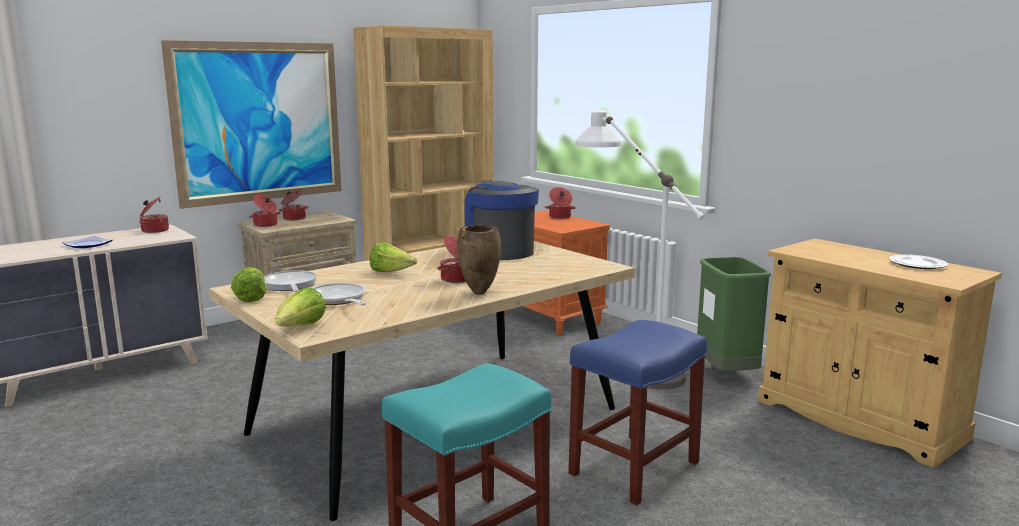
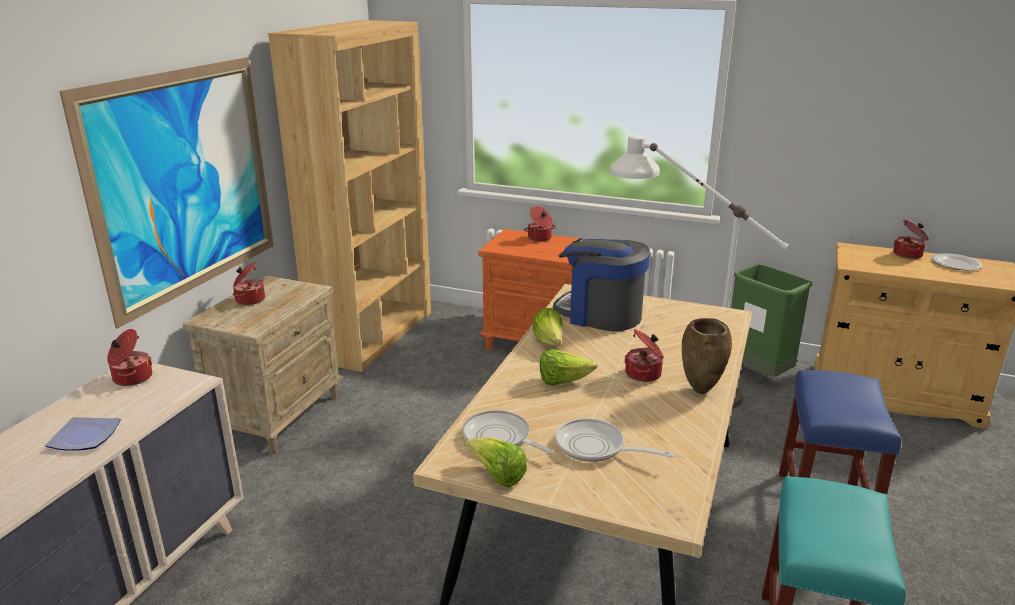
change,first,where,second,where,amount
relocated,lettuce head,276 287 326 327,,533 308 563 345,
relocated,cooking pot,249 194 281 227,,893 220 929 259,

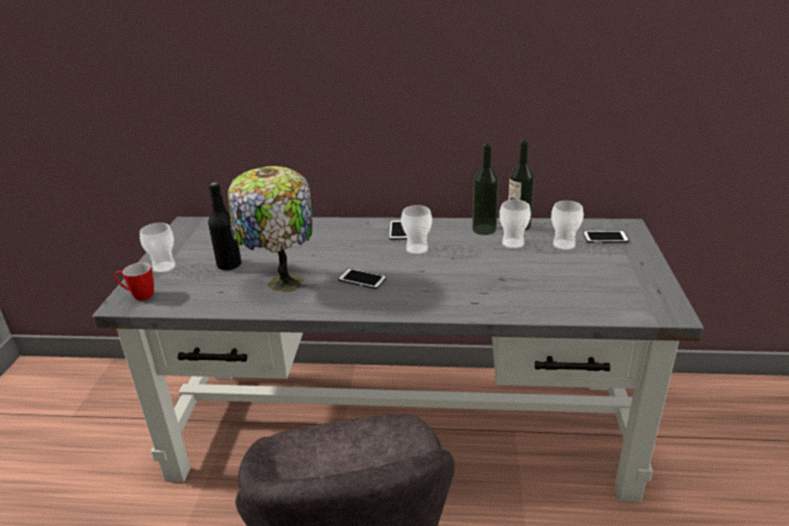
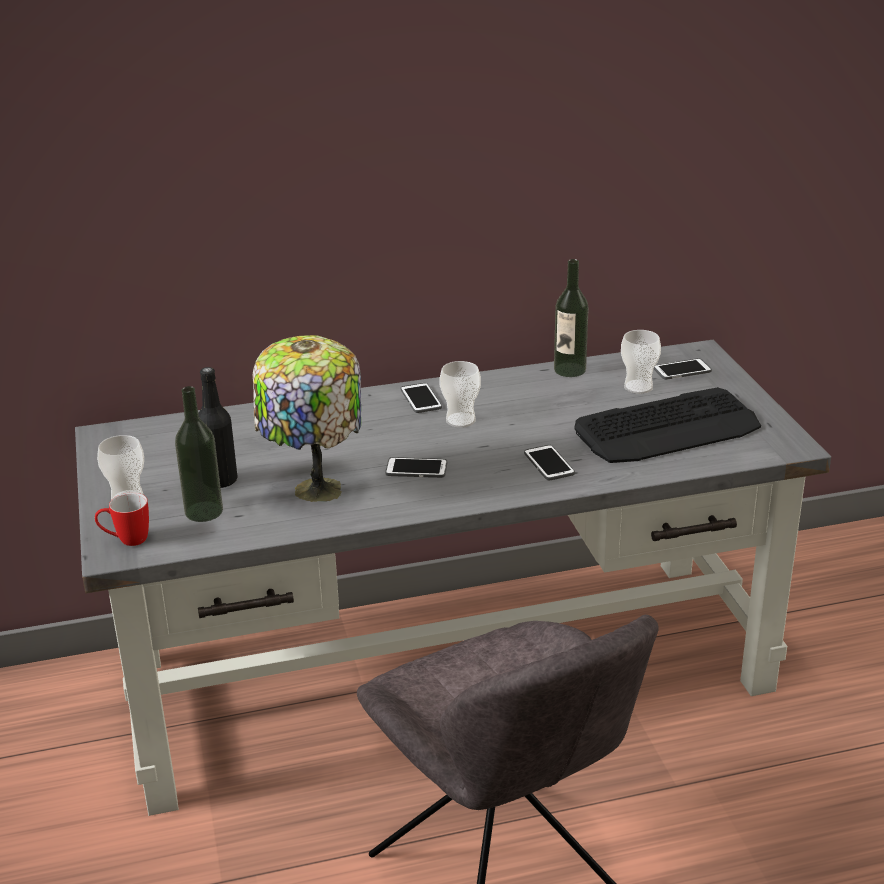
change,first,where,second,where,amount
relocated,beverage bottle,472 144 499 235,,175 386 223 522,
appeared,,,phone,524 445 575 480,
appeared,,,keyboard,574 387 761 463,
missing,cup,499 200 531 249,,,

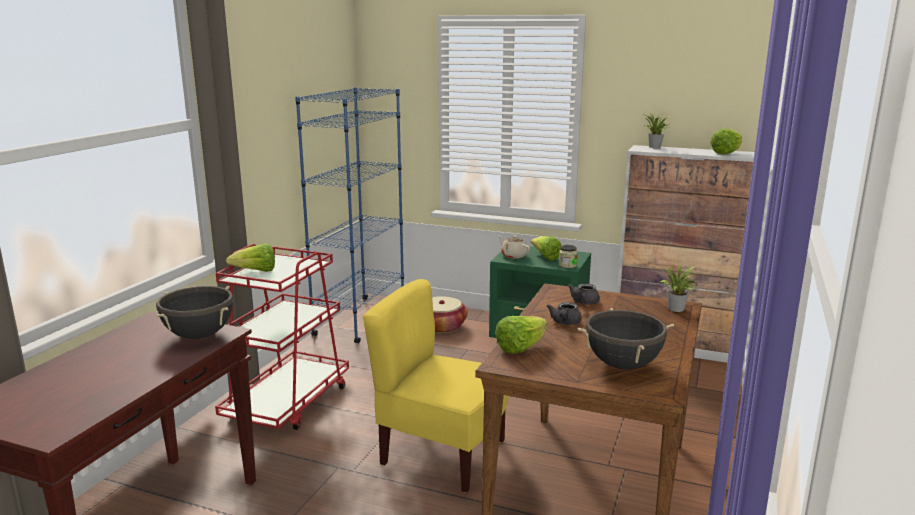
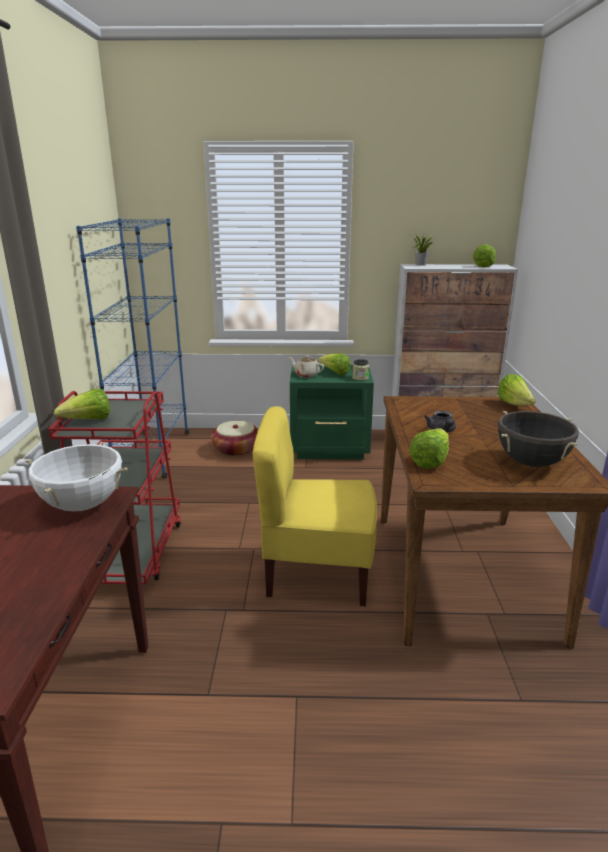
change,first,where,second,where,amount
colour,black cooking pot,156 286 233 339,whitish cooking pot,26 442 128 511,
exchanged,plant in a pot,656 263 697 312,lettuce head,497 374 536 405,
missing,greyish teapot,567 284 600 305,,,

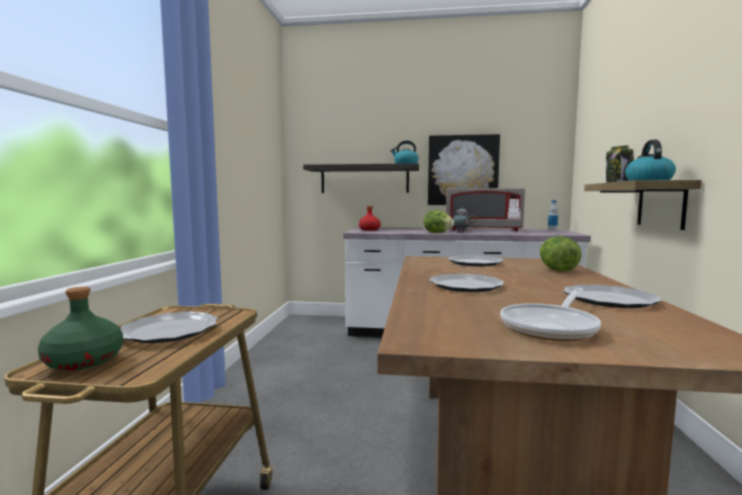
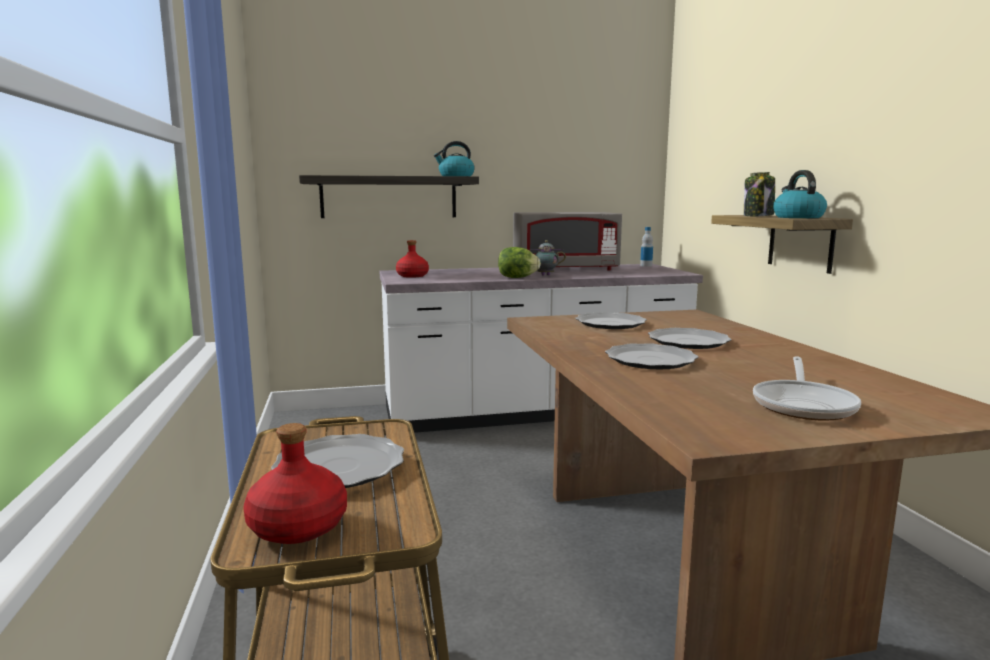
change,first,where,second,where,amount
colour,greenish beverage bottle,38 287 123 371,red beverage bottle,243 423 347 544,
relocated,plate,564 284 662 308,,648 328 732 349,
missing,wall art,428 134 500 205,,,
missing,lettuce head,540 236 582 271,,,

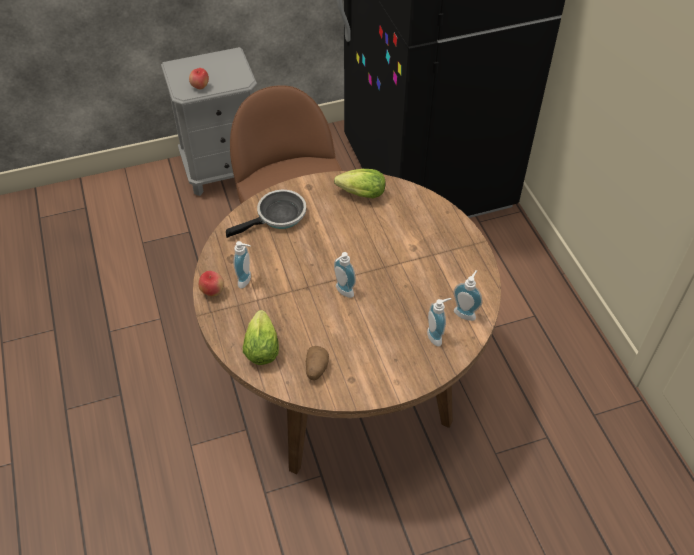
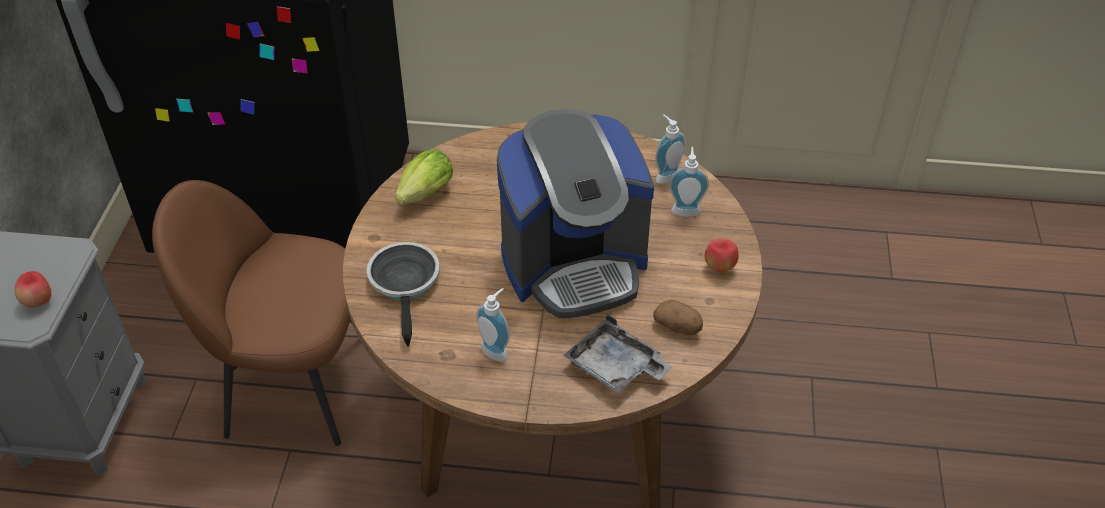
change,first,where,second,where,amount
exchanged,liquid soap bottle,334 252 356 298,coffee maker,497 109 654 318,
exchanged,lettuce head,243 310 279 365,greyish carrying tray,563 314 673 393,
relocated,whole apple,199 271 224 296,,705 238 739 273,

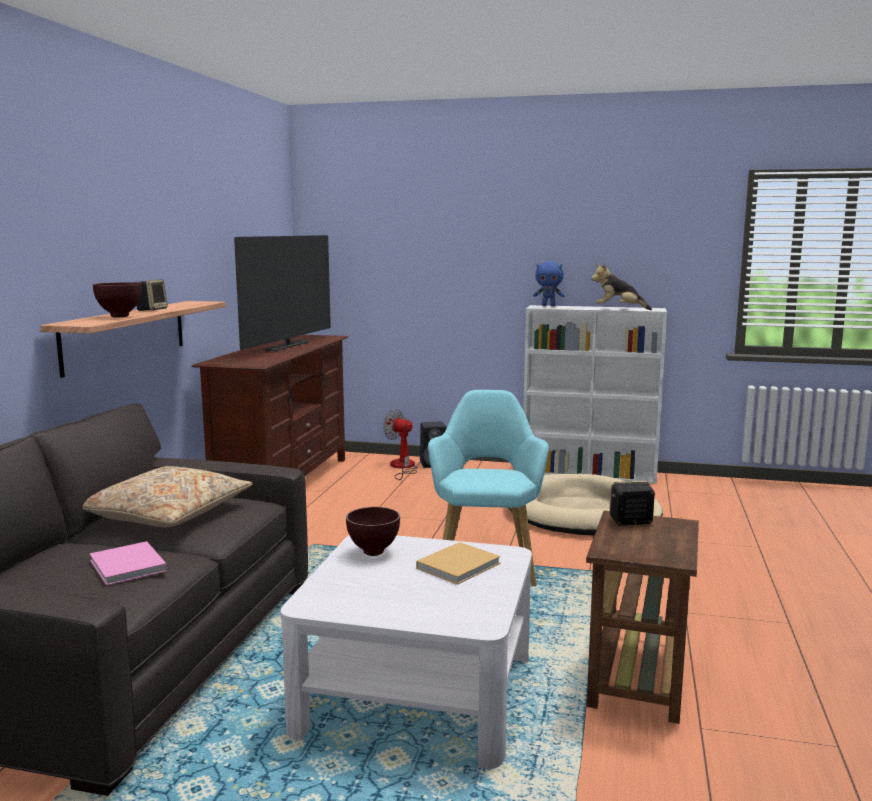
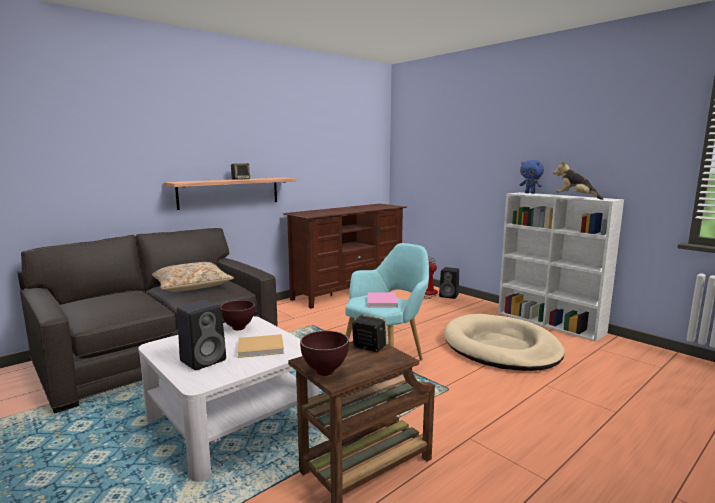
change,first,where,second,where,amount
appeared,,,black speaker,177 300 226 370,
relocated,brownish bowl,93 282 141 317,,300 331 349 376,
relocated,pink-coloured book,90 541 167 586,,368 292 398 308,
missing,TV set,234 235 331 351,,,

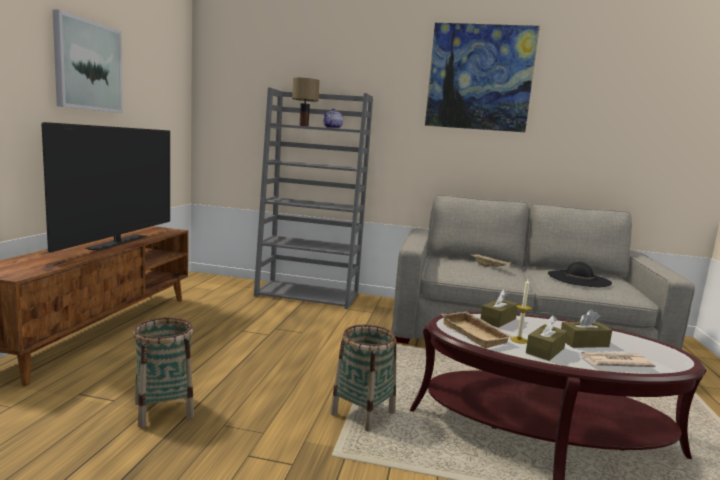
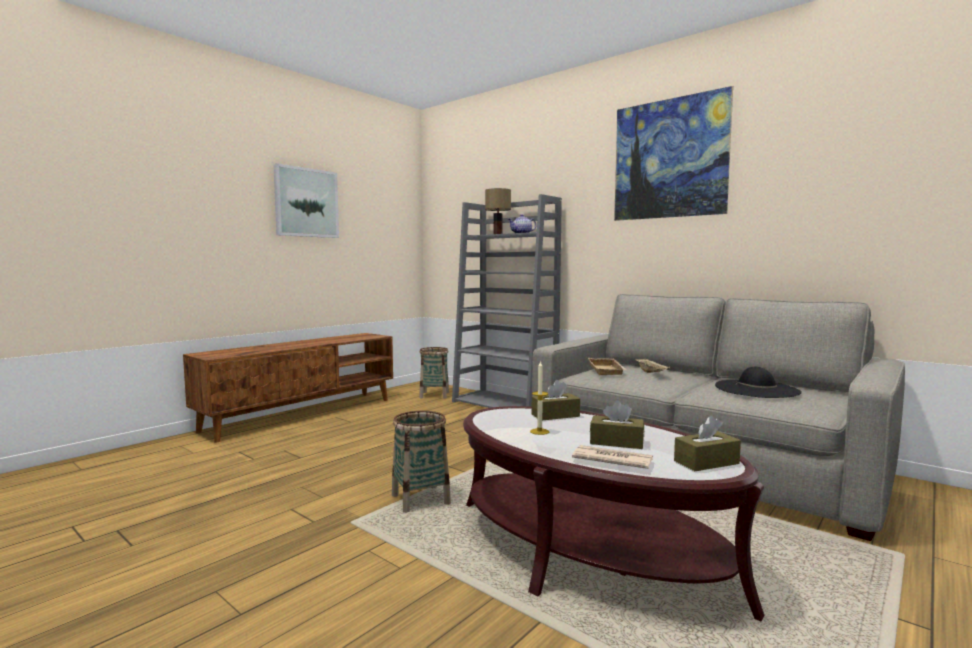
change,first,where,second,where,amount
relocated,household basket,133 317 194 428,,419 347 449 399,
relocated,beige-coloured carrying tray,441 311 515 348,,588 358 627 375,
relocated,brownish tissue box,526 315 567 361,,674 416 741 471,
missing,TV set,41 122 170 253,,,

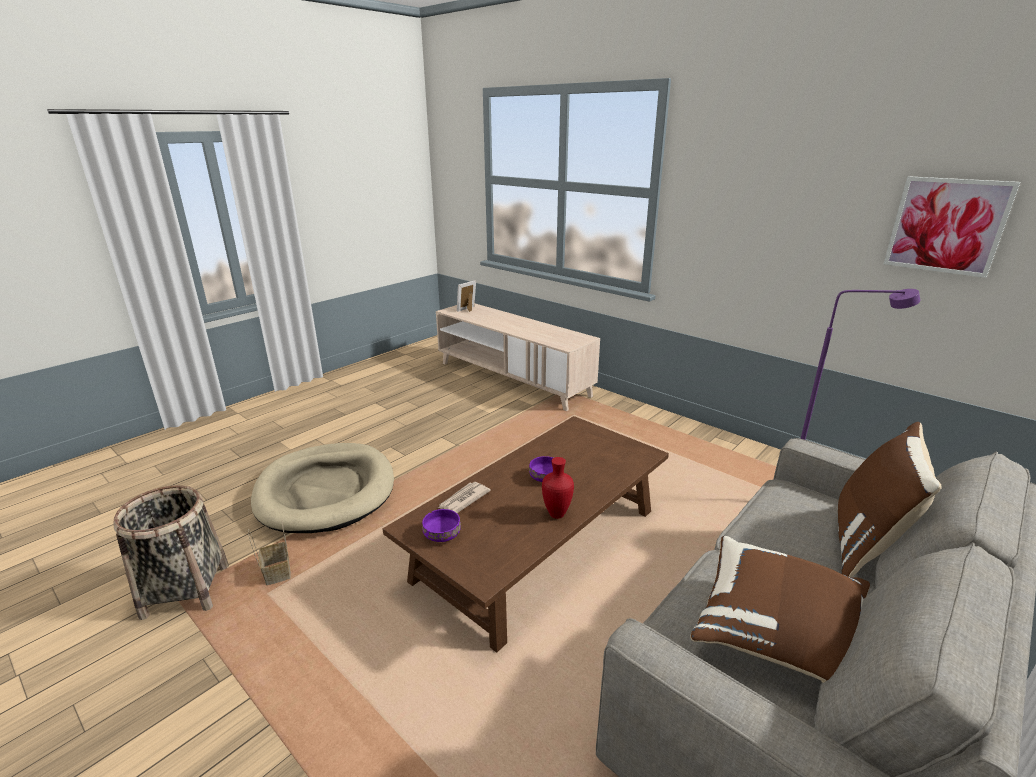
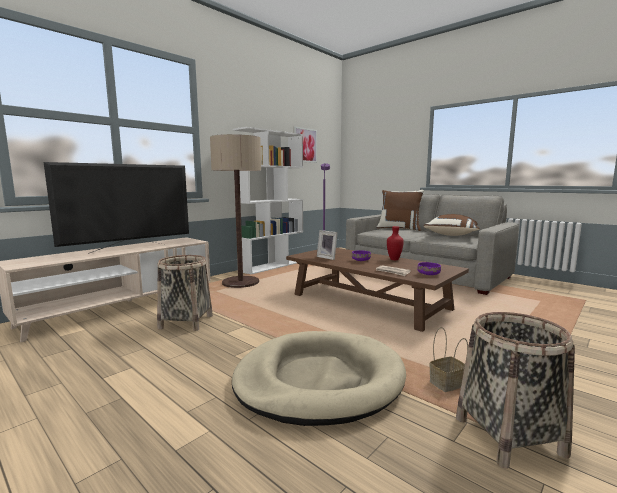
change,first,where,second,where,amount
appeared,,,TV set,44 162 189 254,
appeared,,,household basket,157 255 213 331,
appeared,,,standing lamp,210 134 261 288,
appeared,,,whitish bookcase,233 127 303 274,
relocated,picture frame,457 280 476 312,,317 230 338 260,

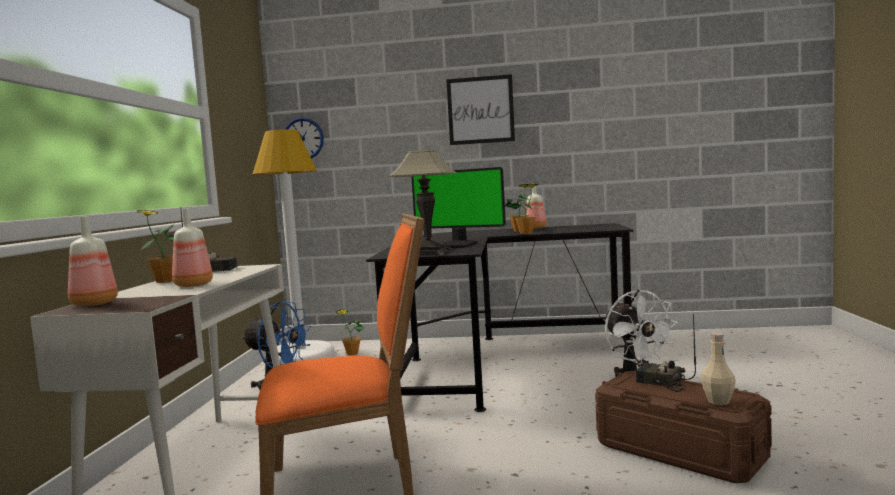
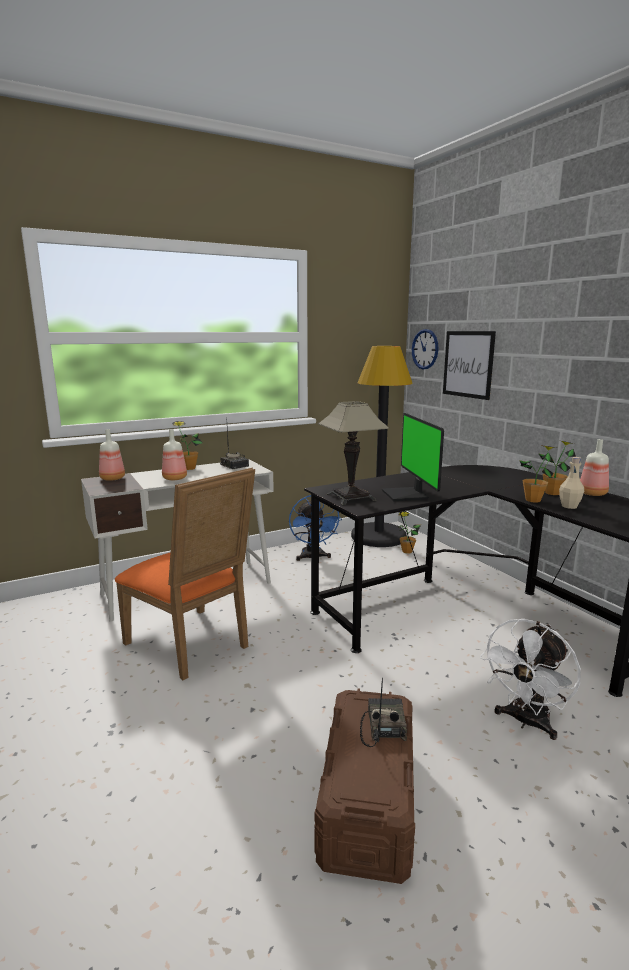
change,first,where,second,where,amount
colour,whitish standing lamp,253 129 334 365,black standing lamp,351 346 413 547,
relocated,wall art,446 74 515 145,,443 331 496 400,
relocated,beige-coloured beverage bottle,701 333 736 405,,559 457 584 509,

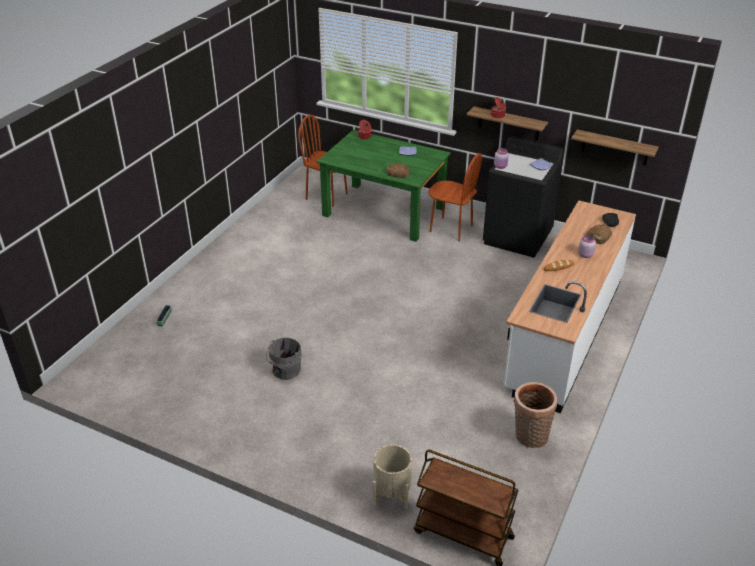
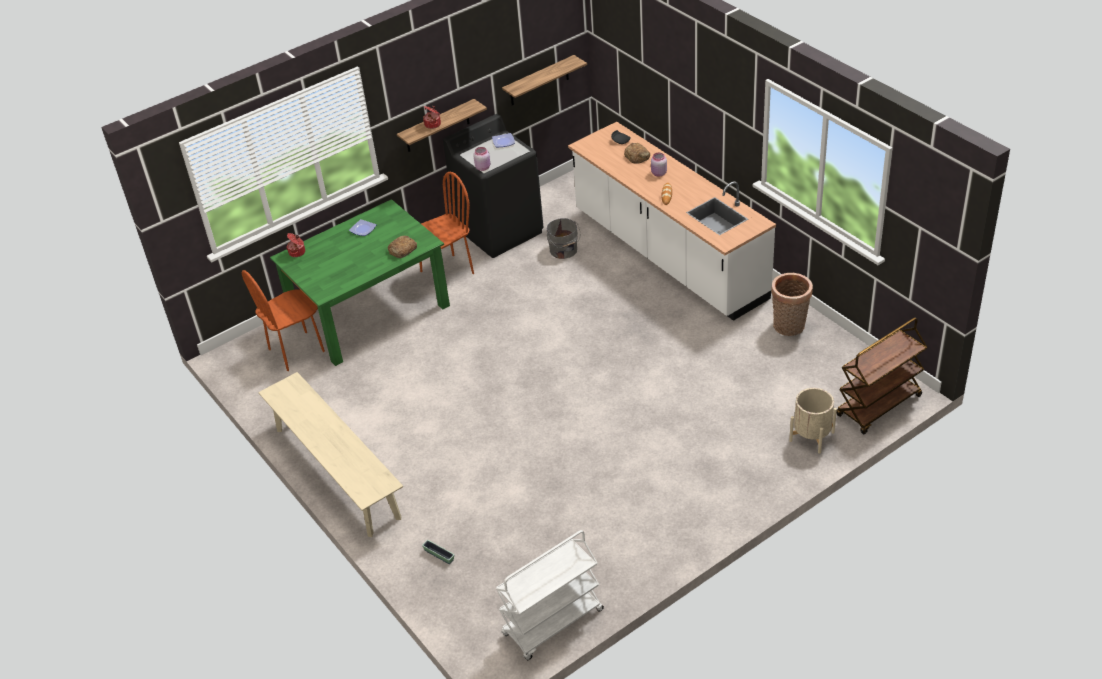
change,first,where,second,where,amount
appeared,,,beige-coloured long seat,258 372 403 537,
appeared,,,whitish wheeled cart,496 530 604 660,
relocated,greyish bucket,266 338 302 380,,547 218 580 259,

